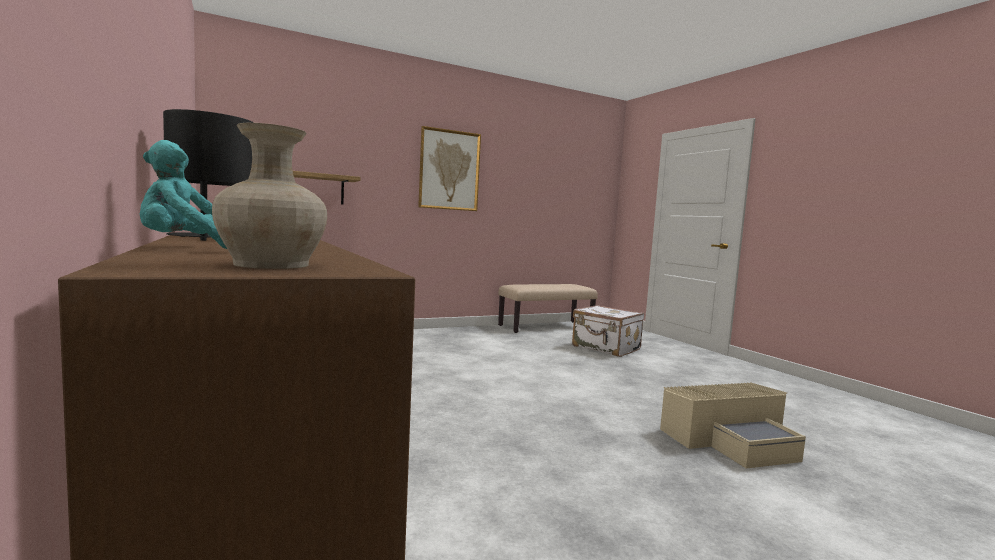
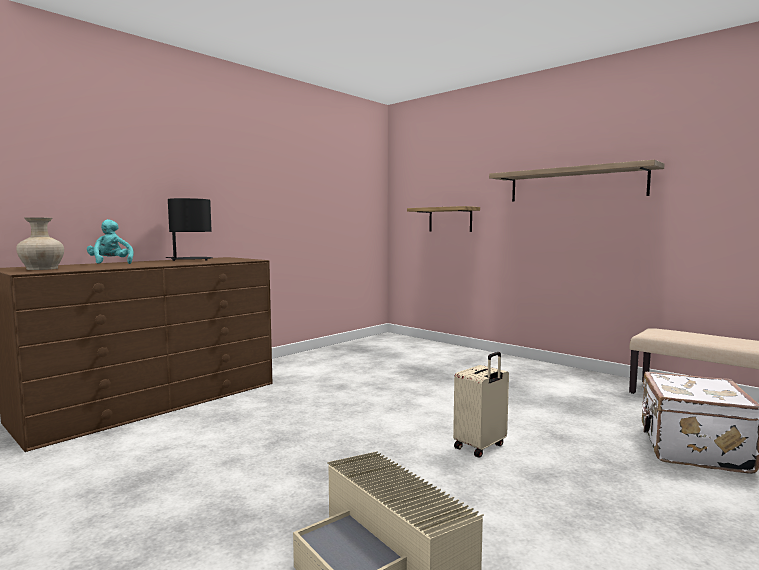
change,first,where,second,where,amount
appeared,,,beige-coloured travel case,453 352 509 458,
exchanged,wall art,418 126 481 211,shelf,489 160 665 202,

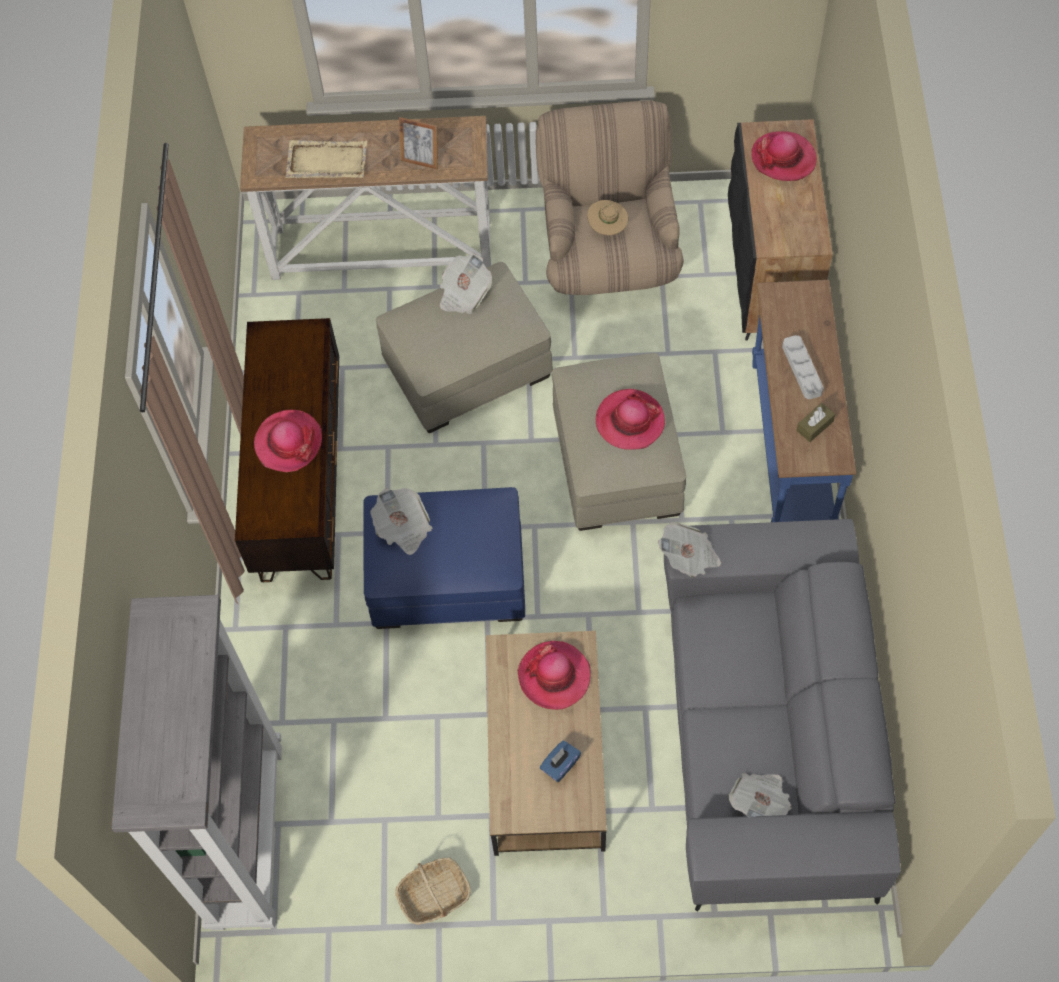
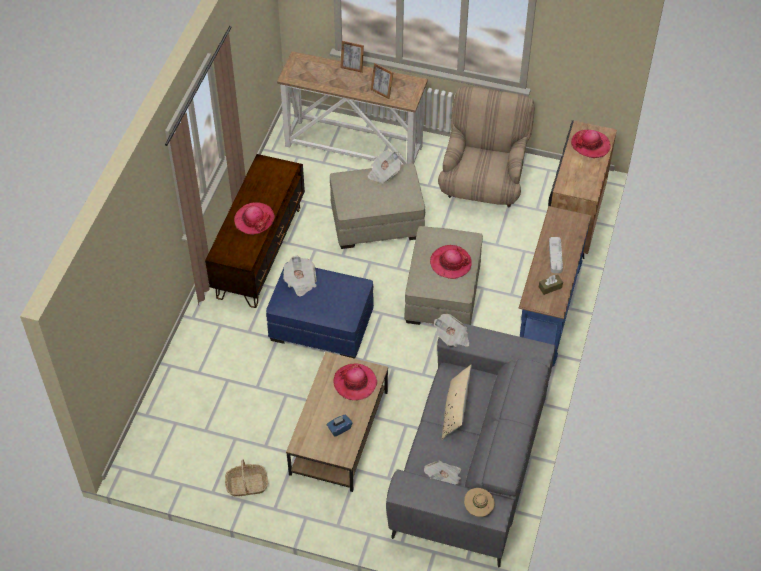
change,first,where,second,where,amount
appeared,,,picture frame,341 41 364 73,
appeared,,,beige-coloured cushion,442 365 472 440,
relocated,beige-coloured clothing hat,587 200 628 235,,464 488 495 517,
missing,greyish bookcase,111 595 282 930,,,
missing,beige-coloured carrying tray,285 140 368 178,,,

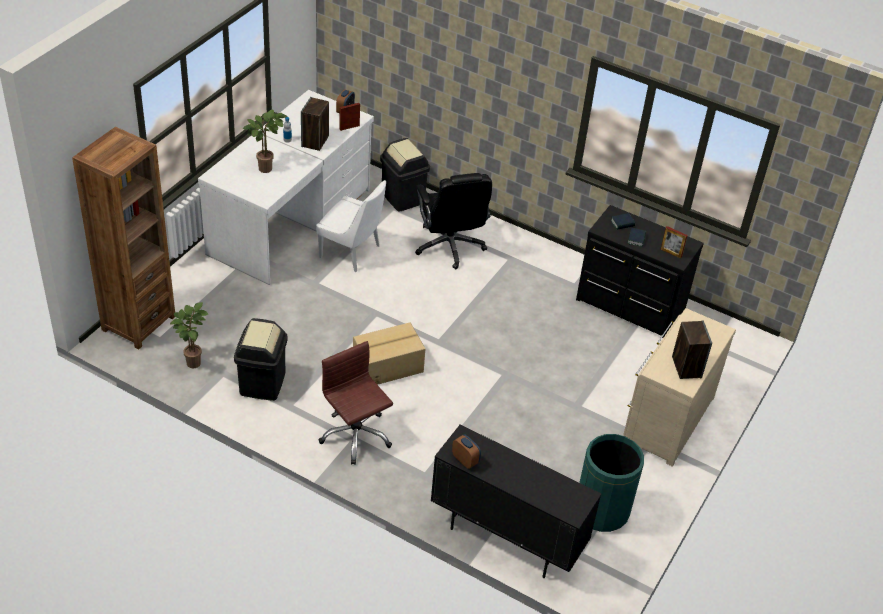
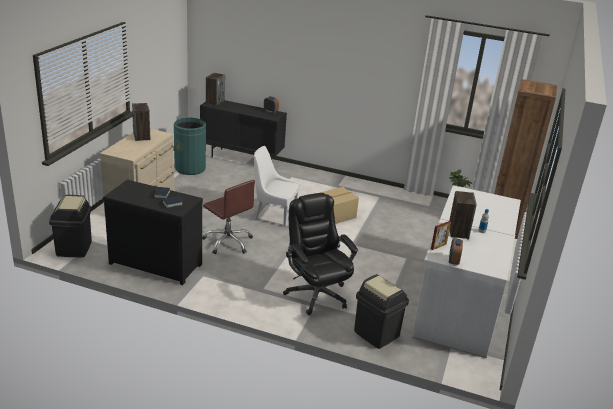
change,first,where,second,where,amount
relocated,black waste bin,234 318 288 401,,49 195 92 257,
relocated,brownish office chair,319 341 393 465,,202 180 255 254,
appeared,,,speaker,206 73 225 106,
relocated,whitish plain chair,316 180 386 272,,254 146 300 227,
missing,plant in a pot,243 109 287 173,,,
missing,picture frame,661 226 688 259,,,

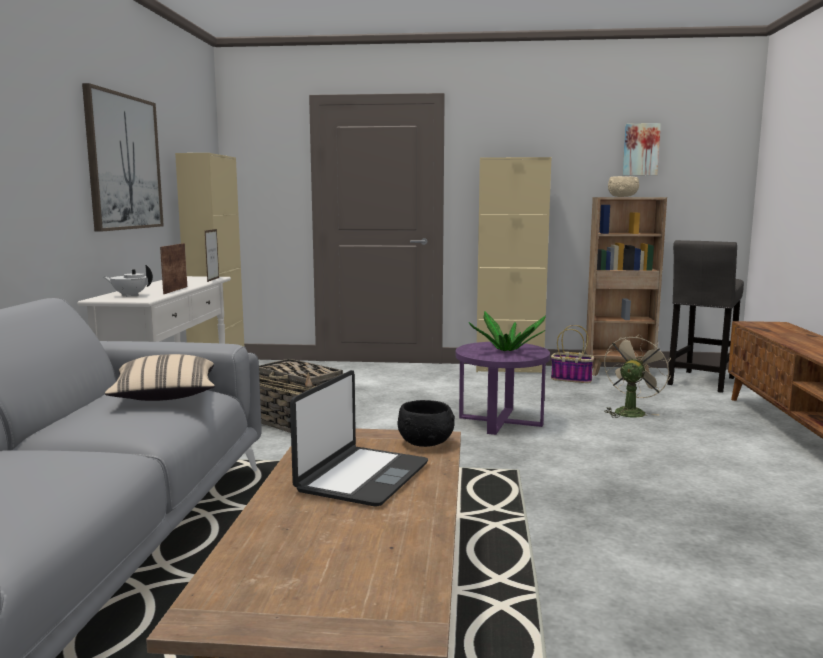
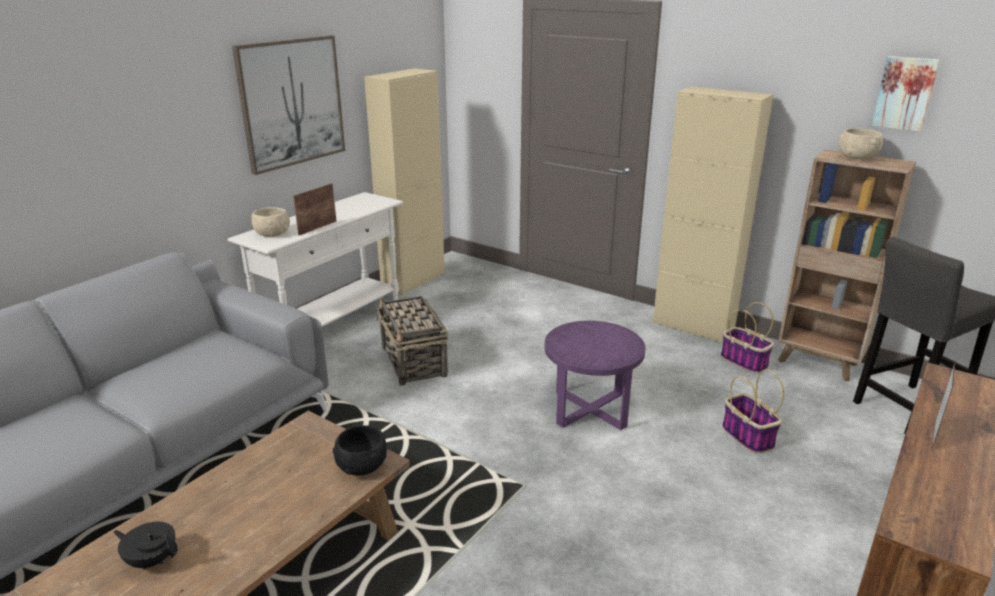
change,first,where,second,where,amount
appeared,,,black teapot,113 522 178 570,
exchanged,whitish teapot,104 265 153 297,beige-coloured bowl,252 207 290 237,
exchanged,beige-coloured electric fan,604 334 671 418,household basket,722 369 784 453,
relocated,picture frame,205 229 219 282,,932 362 955 449,
missing,beige-coloured cushion,105 354 215 401,,,
missing,laptop,290 370 428 507,,,
missing,plant in a pot,468 312 546 351,,,

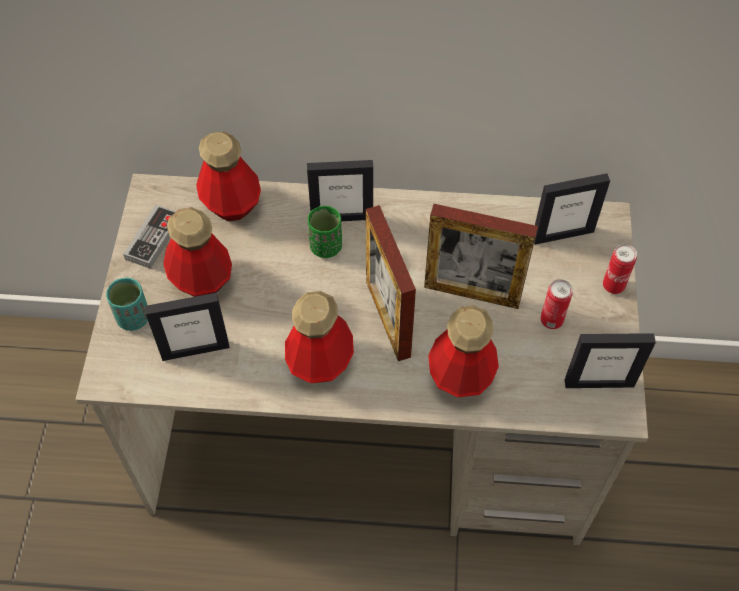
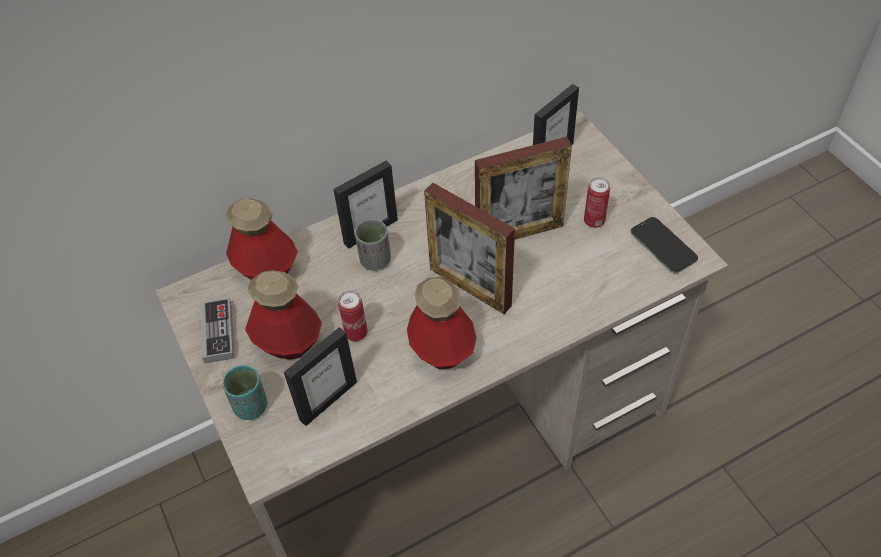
change,first,where,second,where,amount
relocated,metal can,603 244 637 294,,338 290 367 341,
colour,greenish cup,308 206 342 258,greyish cup,355 219 391 271,
exchanged,picture frame,565 333 656 388,phone,630 217 698 273,
missing,beverage bottle,428 305 499 397,,,

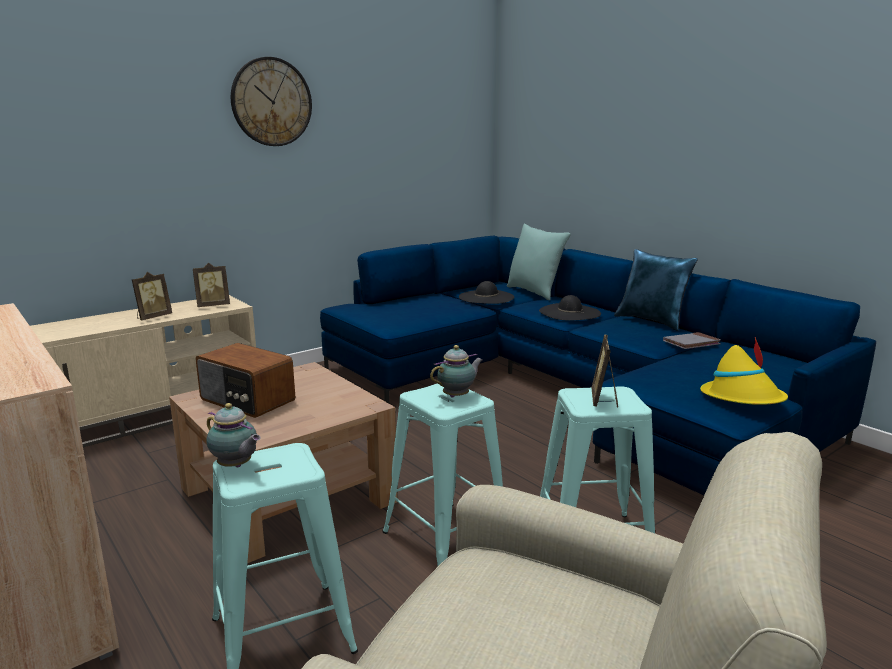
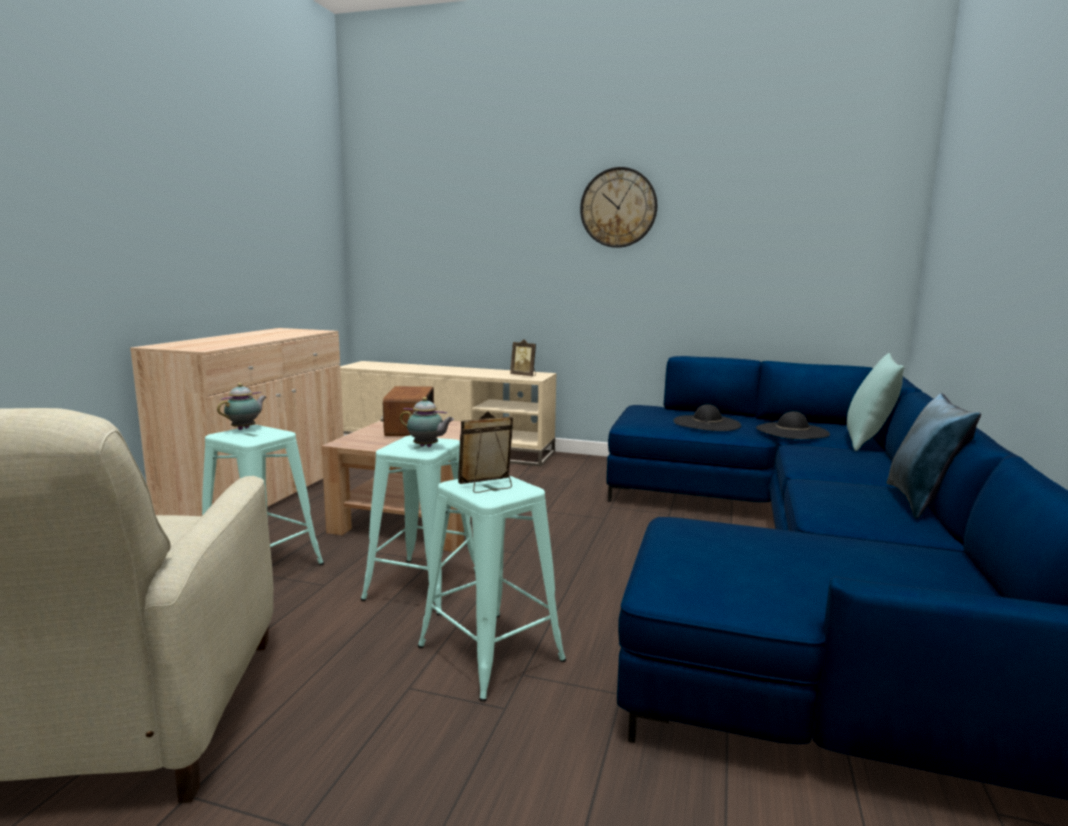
change,first,where,second,where,amount
spun,teapot,206 403 261 467,,217 383 267 430,150 degrees counterclockwise
relocated,black clothing hat,539 295 601 320,,673 404 741 431,
missing,picture frame,132 272 172 320,,,
missing,greyish book,663 332 721 349,,,
missing,yellow-coloured clothing hat,700 337 788 405,,,

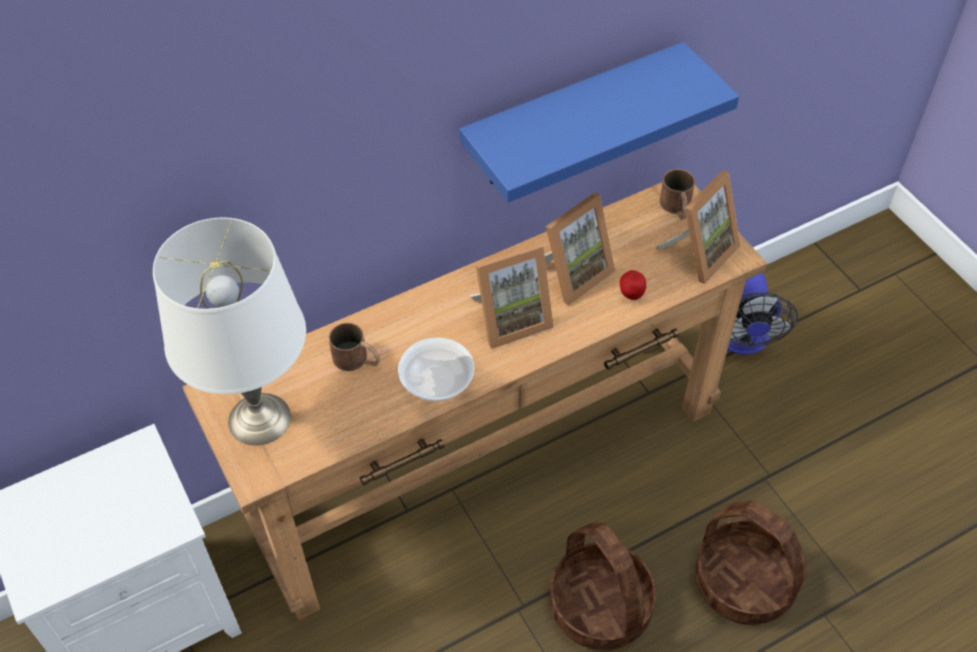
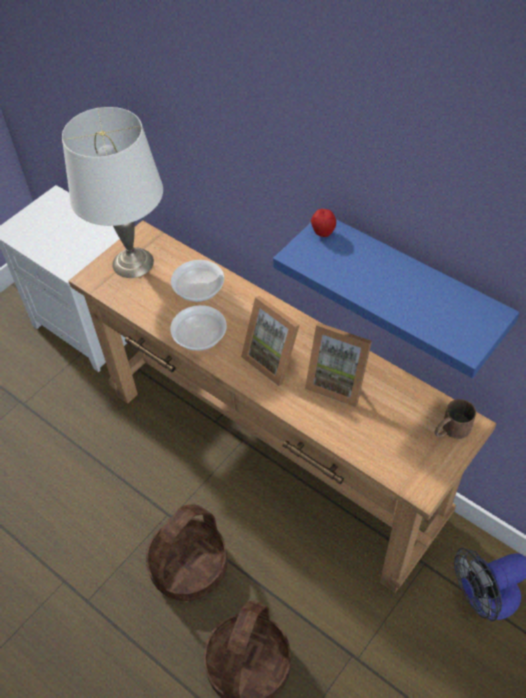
change,first,where,second,where,amount
exchanged,brownish mug,329 322 380 371,bowl,171 260 224 302,
relocated,whole apple,620 270 646 300,,311 209 336 237,
missing,picture frame,656 170 740 284,,,

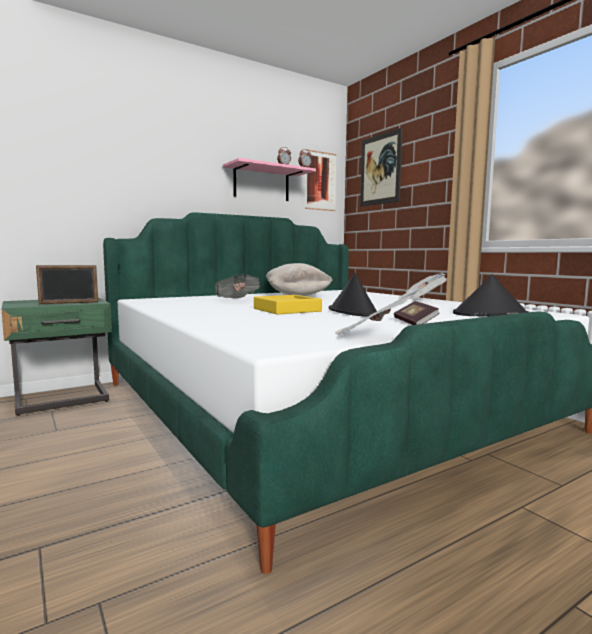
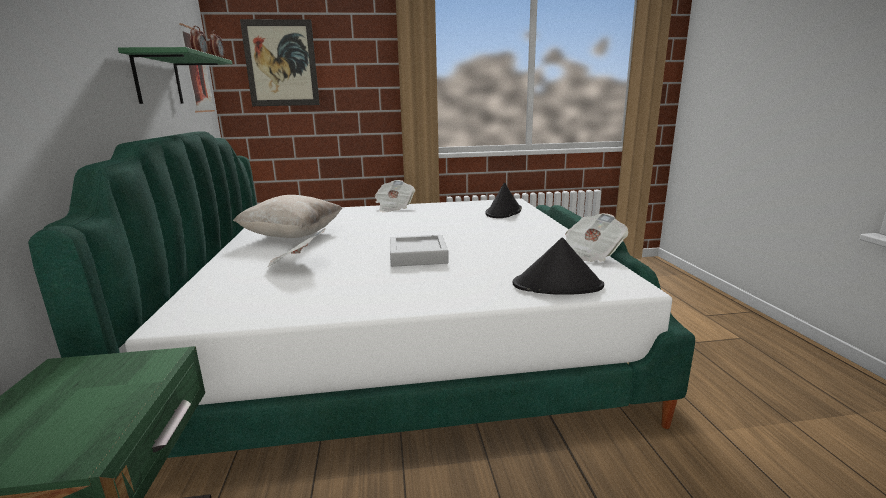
change,first,where,second,where,amount
colour,pink-coloured shelf,223 158 316 201,greenish shelf,118 47 232 104,
colour,yellow-coloured carrying tray,254 295 322 315,greyish carrying tray,390 235 449 267,
relocated,black clothing hat,329 273 377 317,,513 237 604 295,
missing,picture frame,36 265 98 304,,,
missing,book,394 301 440 325,,,

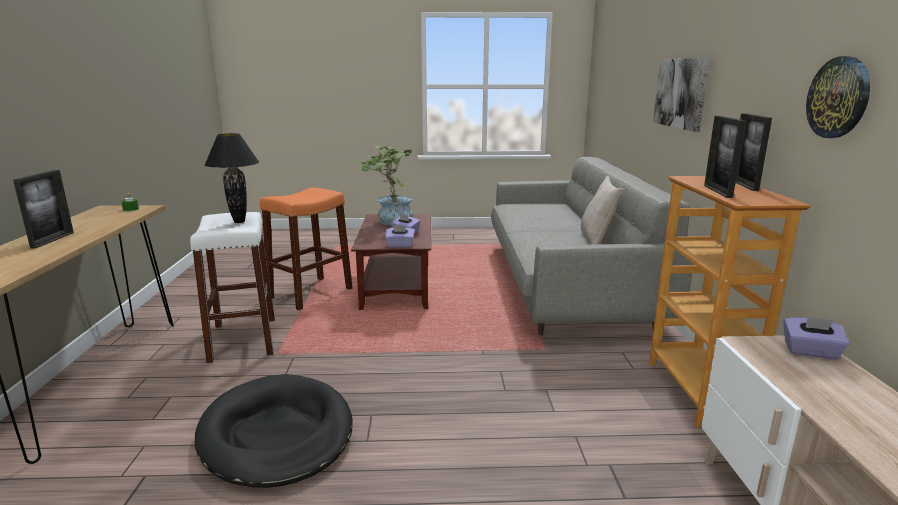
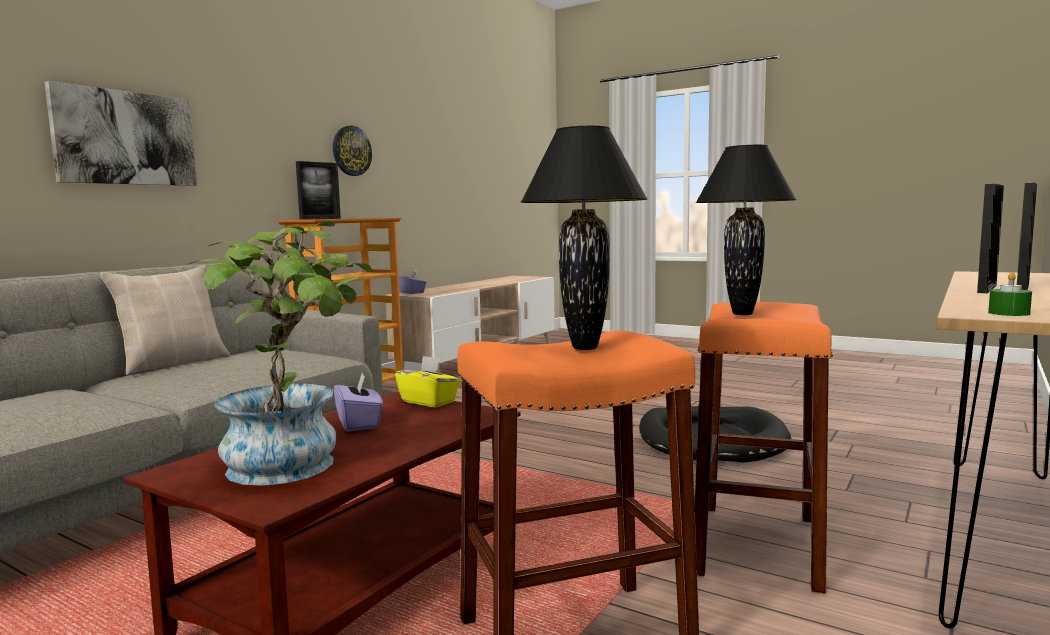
change,first,where,second,where,amount
colour,purple-coloured tissue box,385 225 415 247,yellow-coloured tissue box,395 355 460 408,
appeared,,,black table lamp,521 126 648 350,
colour,whitish stool,190 212 275 363,orangey stool,695 302 833 594,
relocated,picture frame,704 116 746 198,,977 184 1004 293,

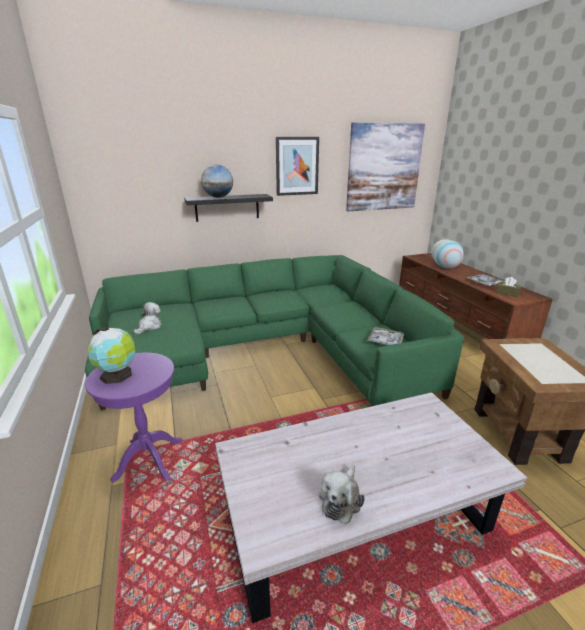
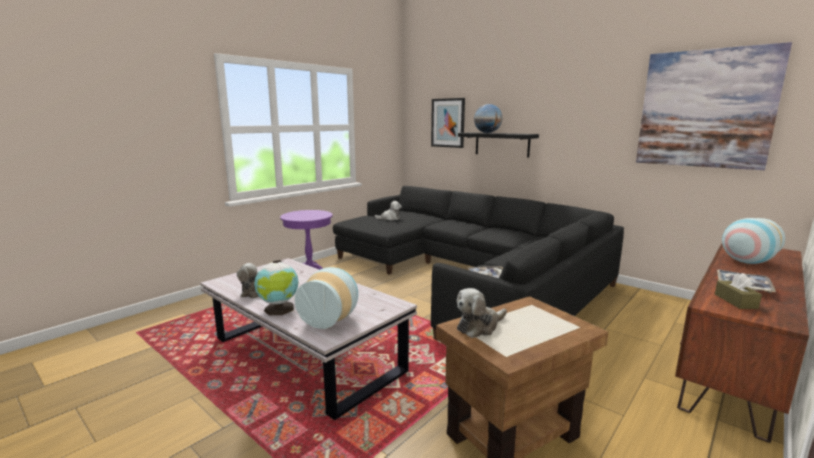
change,first,where,second,where,amount
relocated,globe,88 327 135 384,,254 260 299 315,
appeared,,,vase,295 267 358 329,
colour,greenish couch,85 255 464 410,black couch,333 186 624 341,
relocated,wall art,276 137 319 196,,431 98 465 148,
appeared,,,cuddly toy,456 288 507 338,

